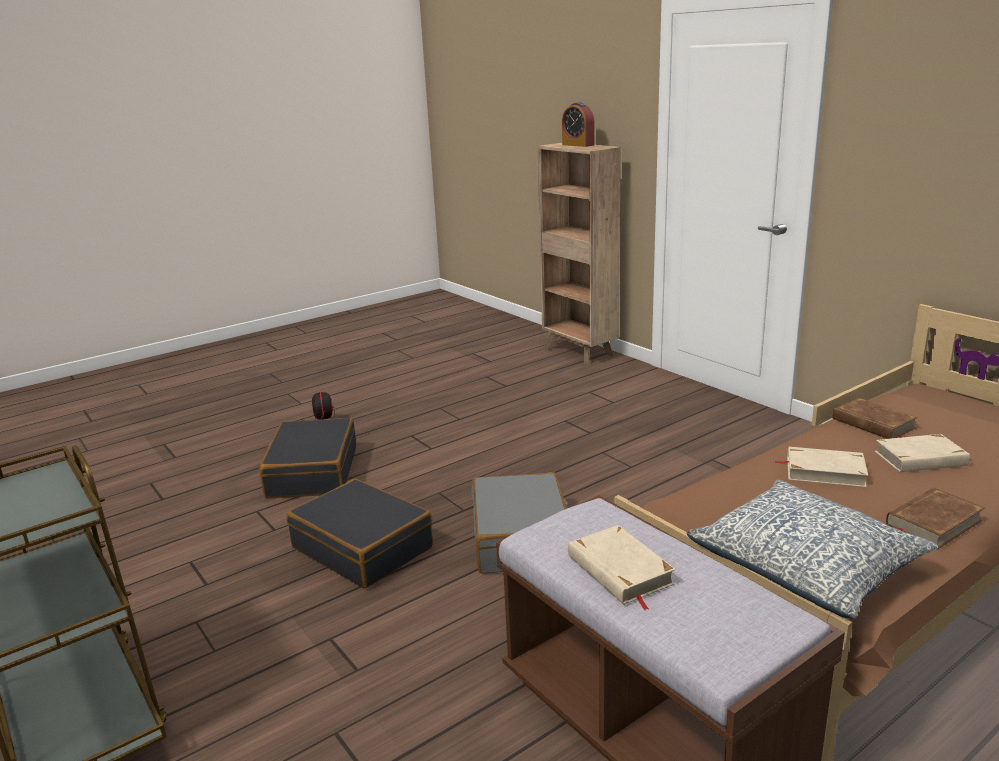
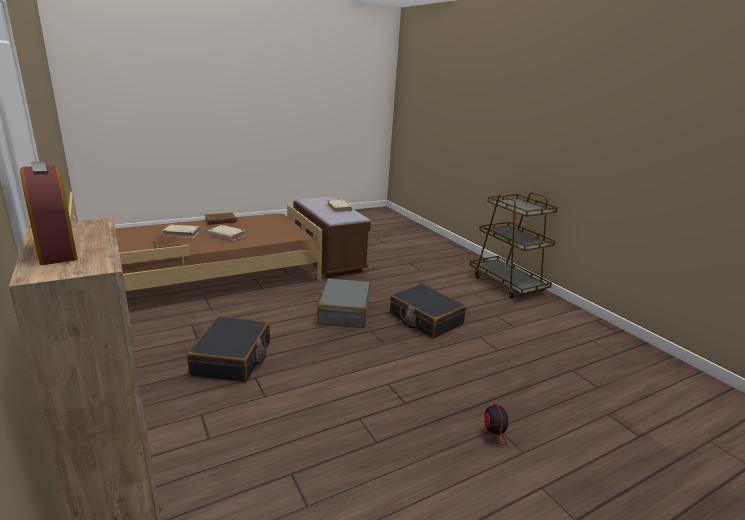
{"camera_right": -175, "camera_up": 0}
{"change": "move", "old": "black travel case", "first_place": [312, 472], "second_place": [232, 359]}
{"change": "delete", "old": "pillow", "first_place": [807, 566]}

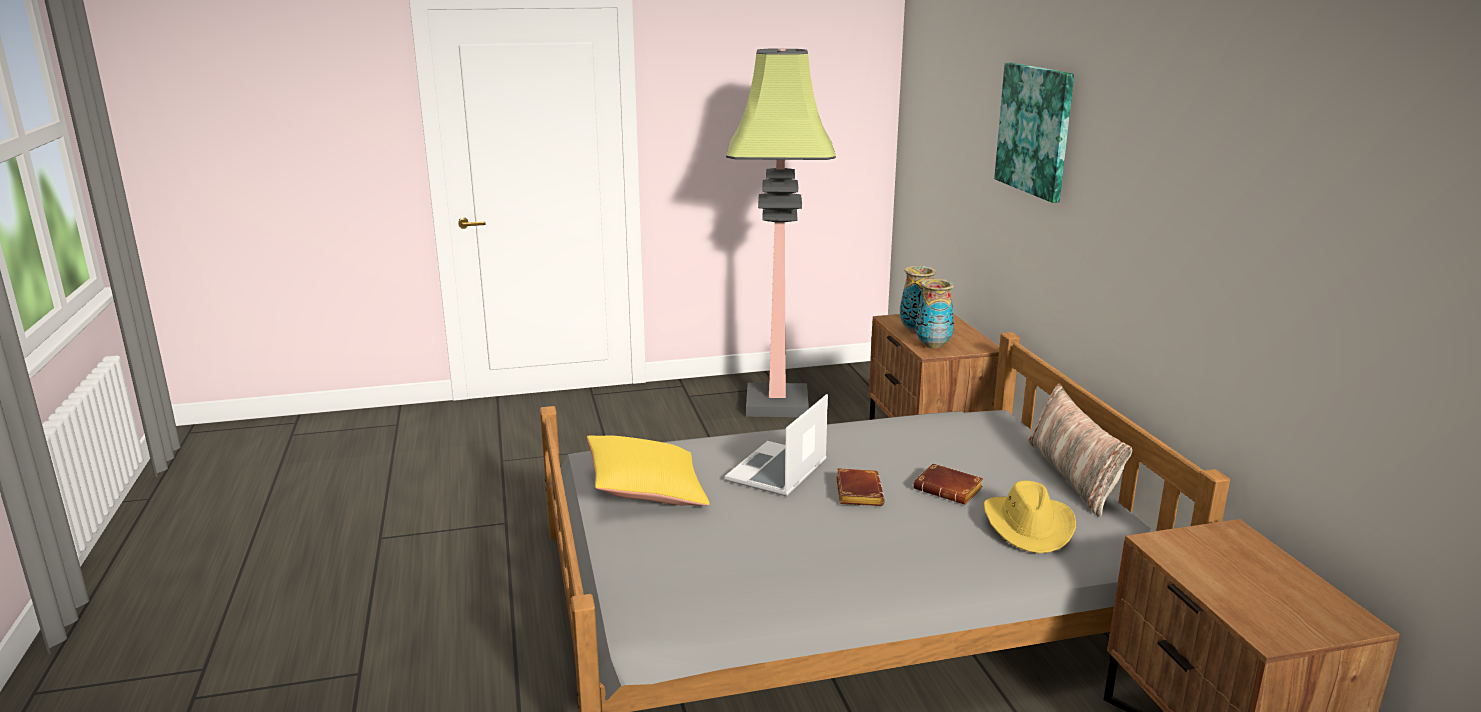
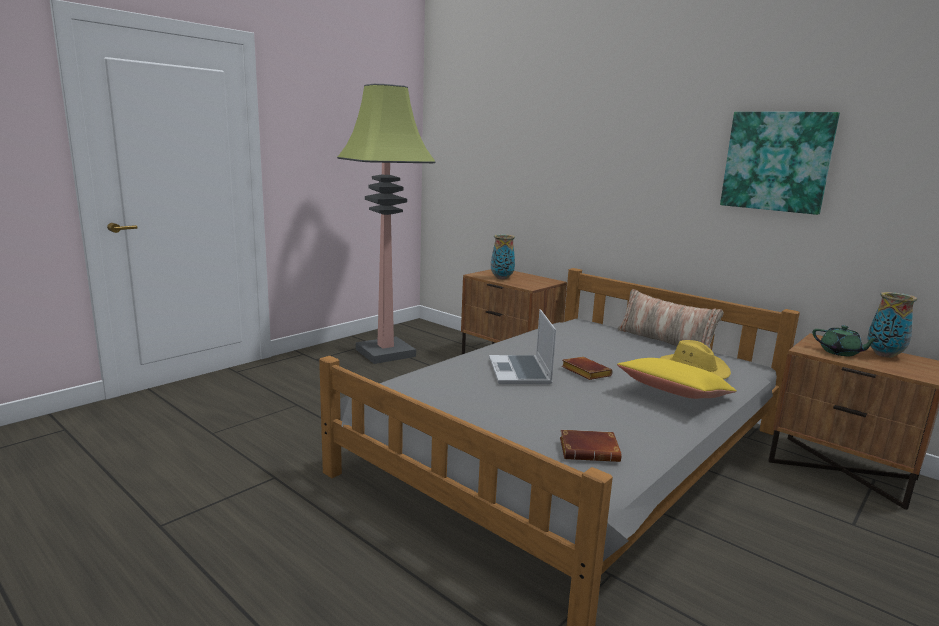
{"camera_right": -35, "camera_up": -5}
{"change": "move", "old": "yellowish pillow", "first_place": [646, 490], "second_place": [674, 395]}
{"change": "move", "old": "brown-coloured bound book", "first_place": [950, 489], "second_place": [590, 451]}
{"change": "move", "old": "decorative vase", "first_place": [932, 345], "second_place": [883, 355]}
{"change": "move", "old": "picture", "first_place": [1035, 130], "second_place": [777, 161]}
{"change": "insert", "new": "greenish teapot", "second_place": [840, 352]}

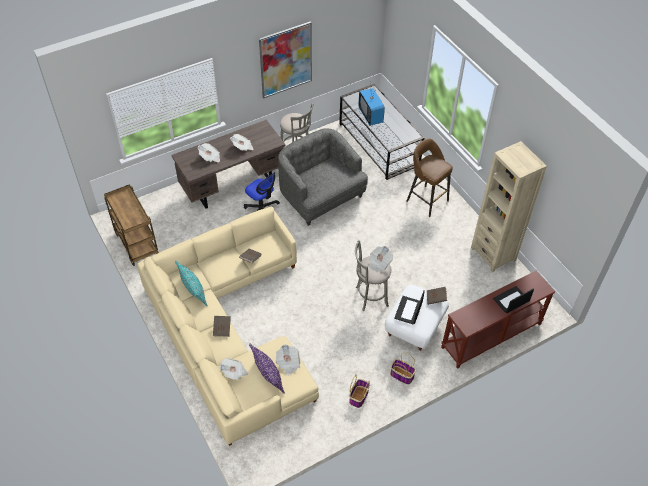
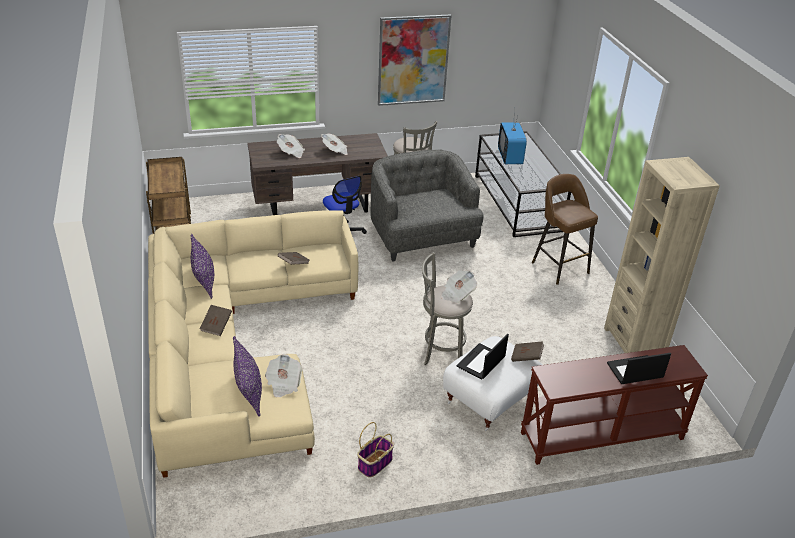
{"camera_right": 15, "camera_up": -15}
{"change": "recolor", "old": "turquoise-coloured pillow", "new": "purple-coloured pillow", "first_place": [193, 290], "second_place": [204, 279]}
{"change": "delete", "old": "daily paper", "first_place": [234, 372]}
{"change": "delete", "old": "basket", "first_place": [401, 375]}

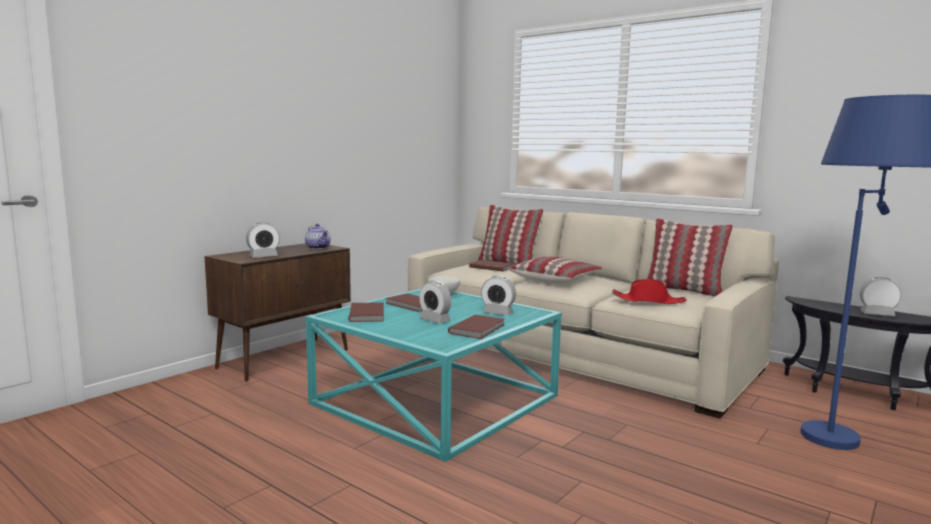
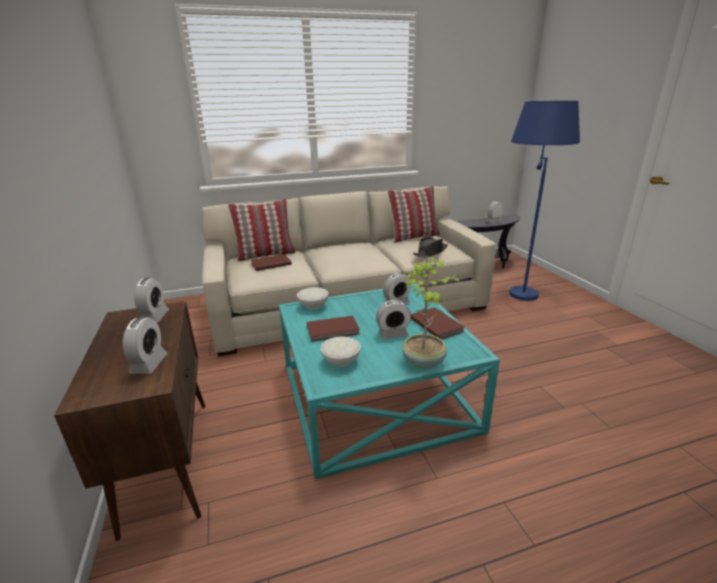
{"camera_right": -55, "camera_up": 15}
{"change": "replace", "old": "teapot", "new": "table clock", "first_place": [318, 248], "second_place": [155, 317]}
{"change": "replace", "old": "brown-coloured bound book", "new": "whitish deep dish", "first_place": [368, 314], "second_place": [341, 361]}
{"change": "delete", "old": "pillow", "first_place": [555, 279]}
{"change": "recolor", "old": "red-coloured clothing hat", "new": "black clothing hat", "first_place": [648, 301], "second_place": [430, 253]}
{"change": "insert", "new": "plant in a pot", "second_place": [424, 361]}

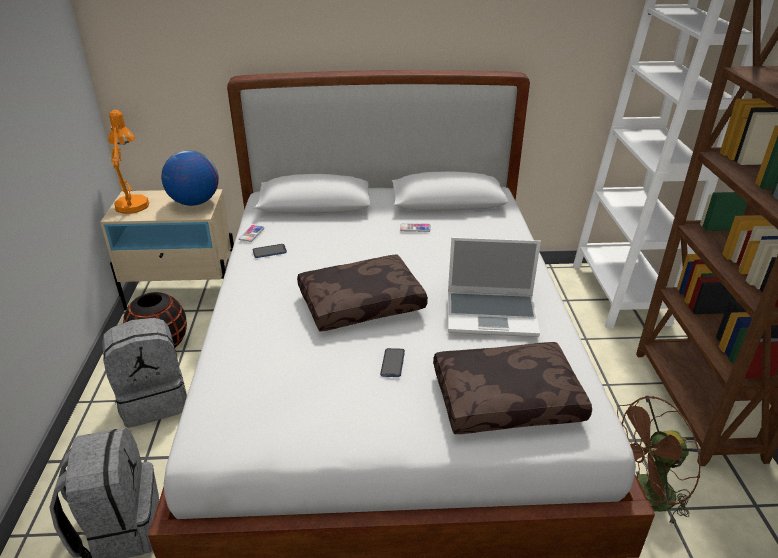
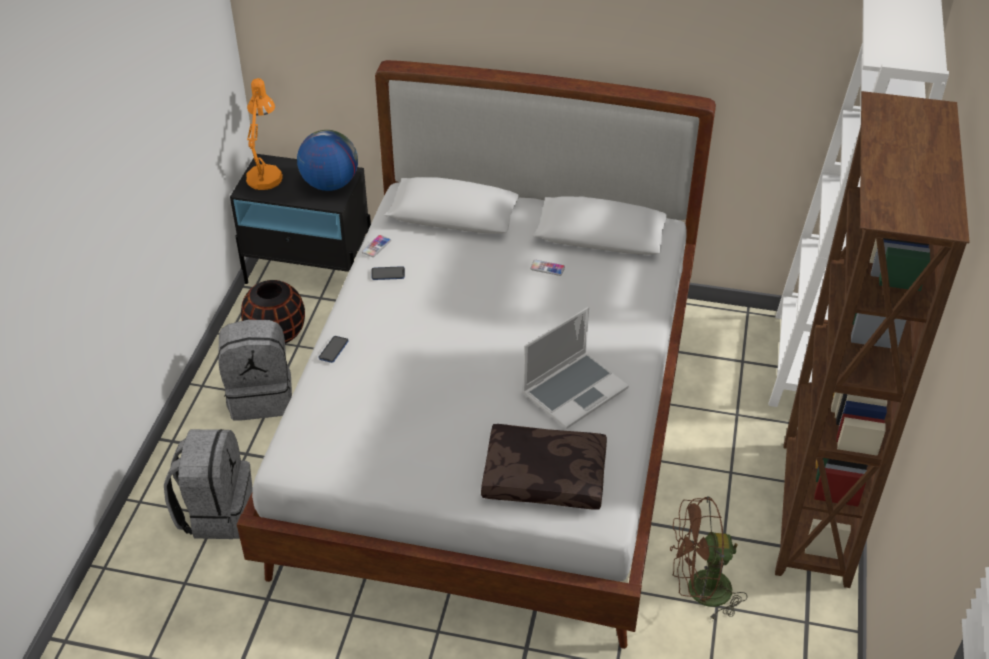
{"camera_right": 15, "camera_up": 10}
{"change": "recolor", "old": "sand-coloured night table", "new": "black night table", "first_place": [184, 293], "second_place": [310, 272]}
{"change": "delete", "old": "brown-coloured pillow", "first_place": [361, 302]}
{"change": "move", "old": "handset", "first_place": [392, 363], "second_place": [333, 350]}
{"change": "rotate", "old": "laptop", "first_place": [492, 314], "second_place": [575, 390], "degrees": -60}

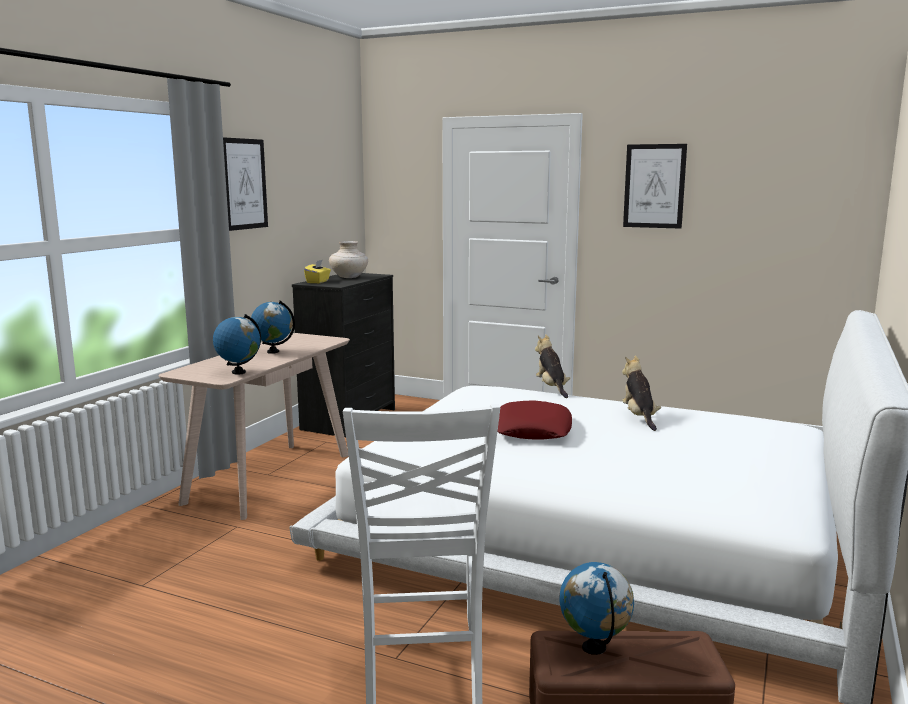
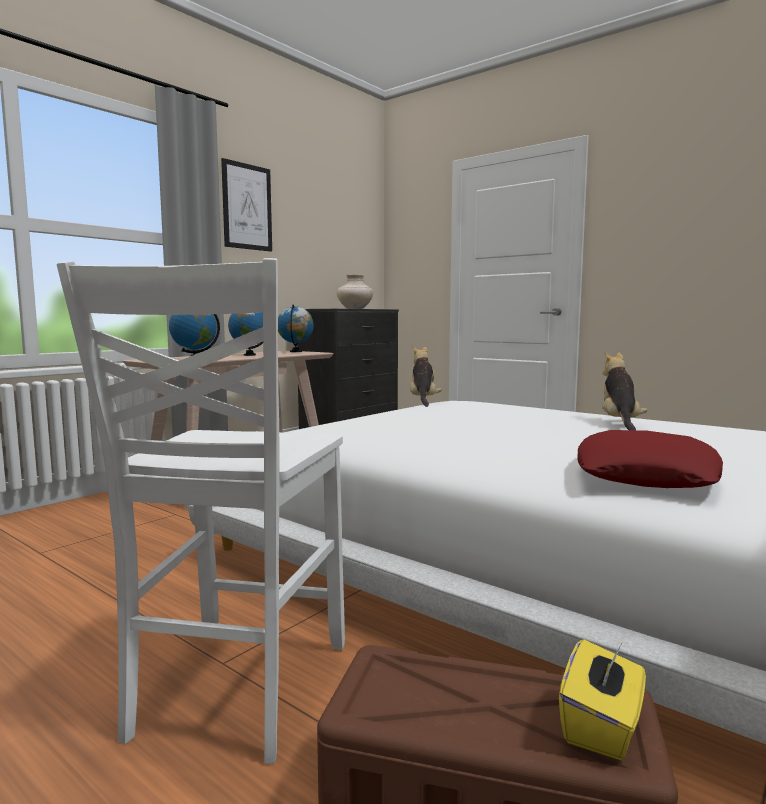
{"camera_right": 15, "camera_up": -5}
{"change": "move", "old": "yellowish tissue box", "first_place": [318, 282], "second_place": [602, 726]}
{"change": "move", "old": "red-coloured pillow", "first_place": [533, 430], "second_place": [646, 475]}
{"change": "move", "old": "plush toy", "first_place": [552, 388], "second_place": [423, 401]}
{"change": "move", "old": "desk globe", "first_place": [594, 648], "second_place": [296, 351]}
{"change": "delete", "old": "picture", "first_place": [654, 186]}

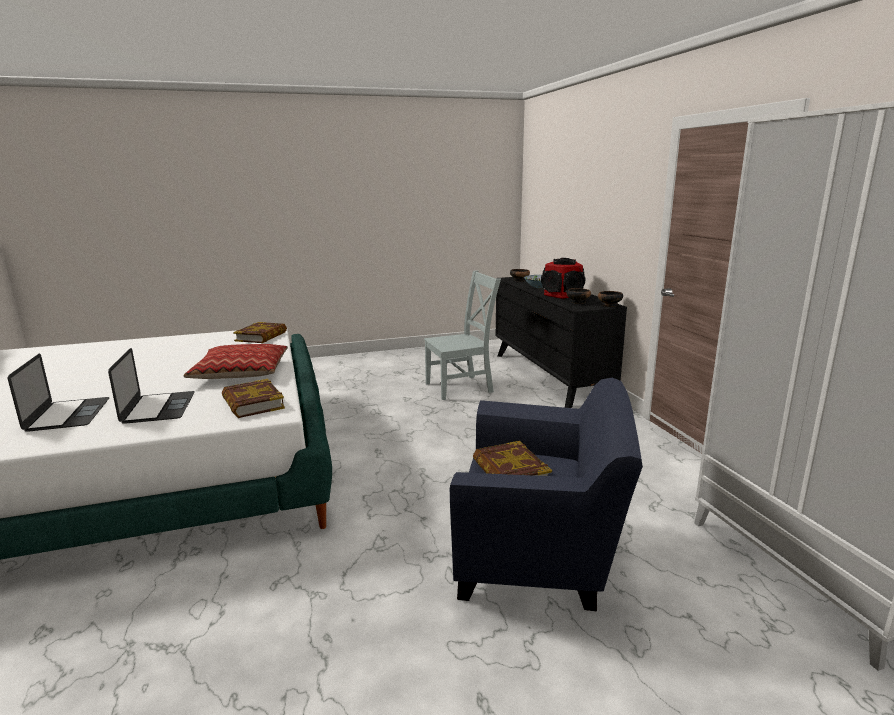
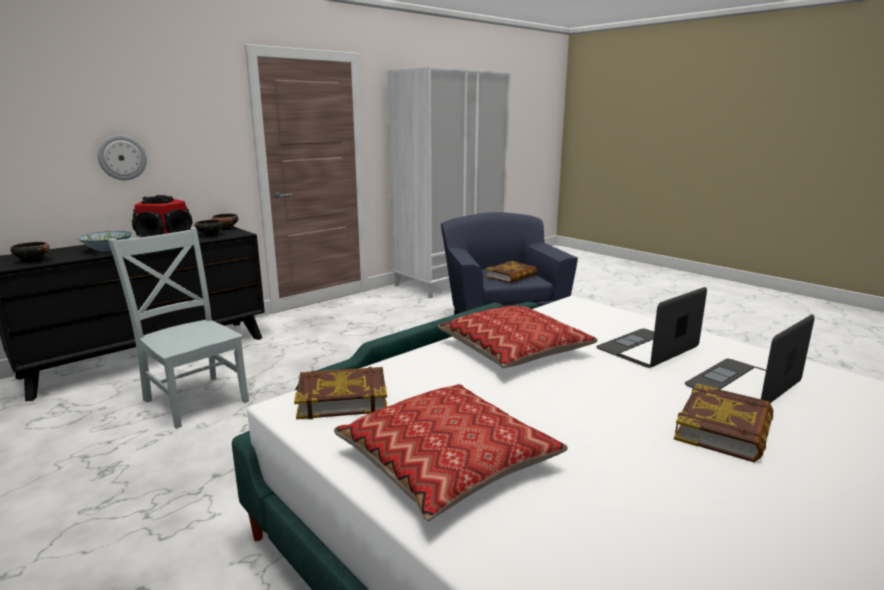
{"camera_right": -115, "camera_up": 0}
{"change": "move", "old": "bound book", "first_place": [252, 403], "second_place": [724, 429]}
{"change": "insert", "new": "hanging clock", "second_place": [122, 157]}
{"change": "insert", "new": "pillow", "second_place": [447, 462]}

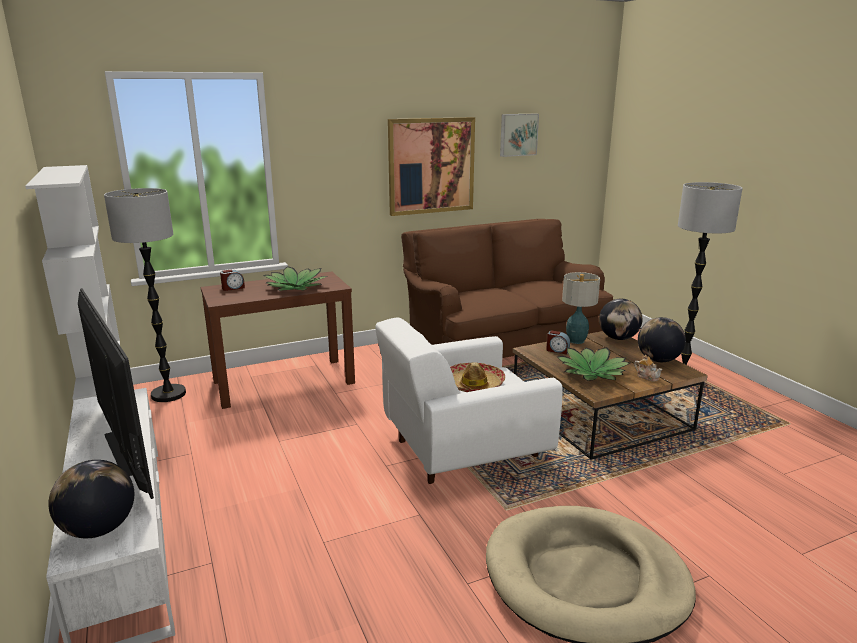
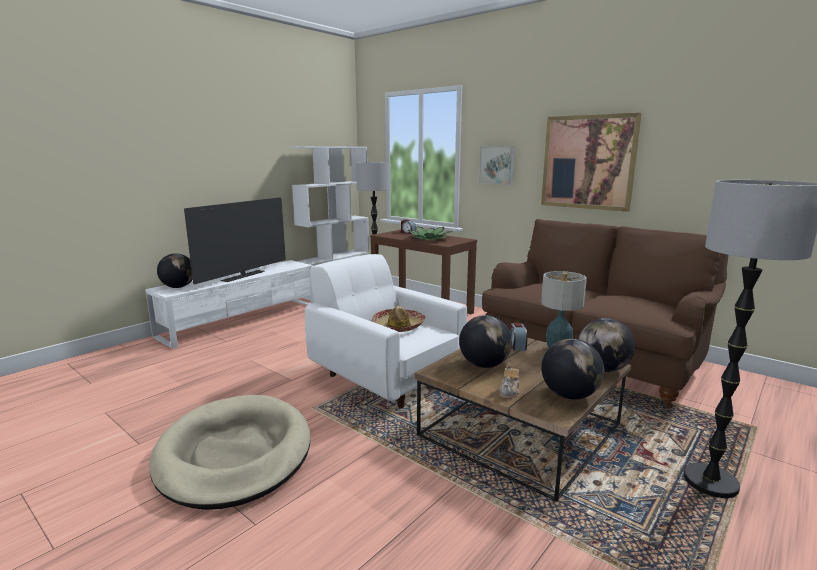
{"camera_right": 65, "camera_up": -5}
{"change": "move", "old": "picture", "first_place": [518, 134], "second_place": [497, 165]}
{"change": "replace", "old": "plant in a pot", "new": "desk globe", "first_place": [592, 372], "second_place": [484, 365]}

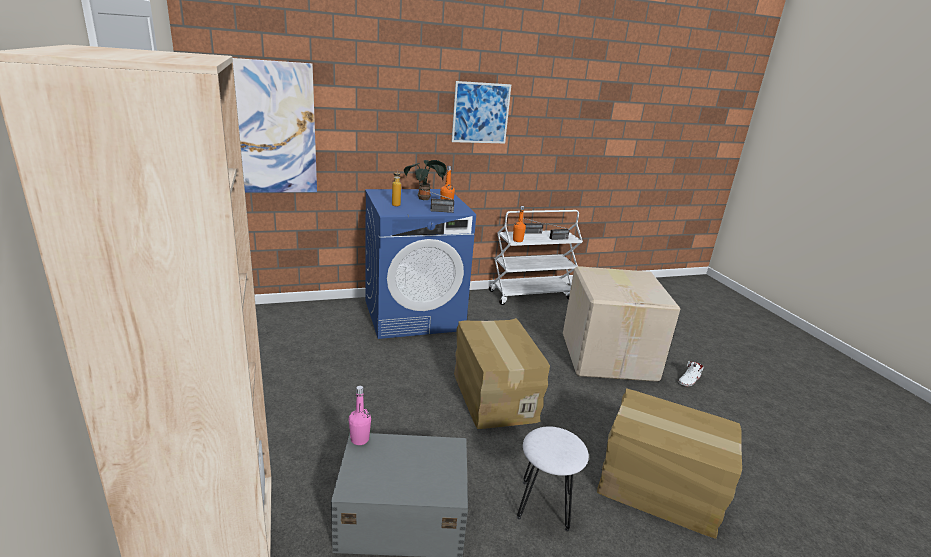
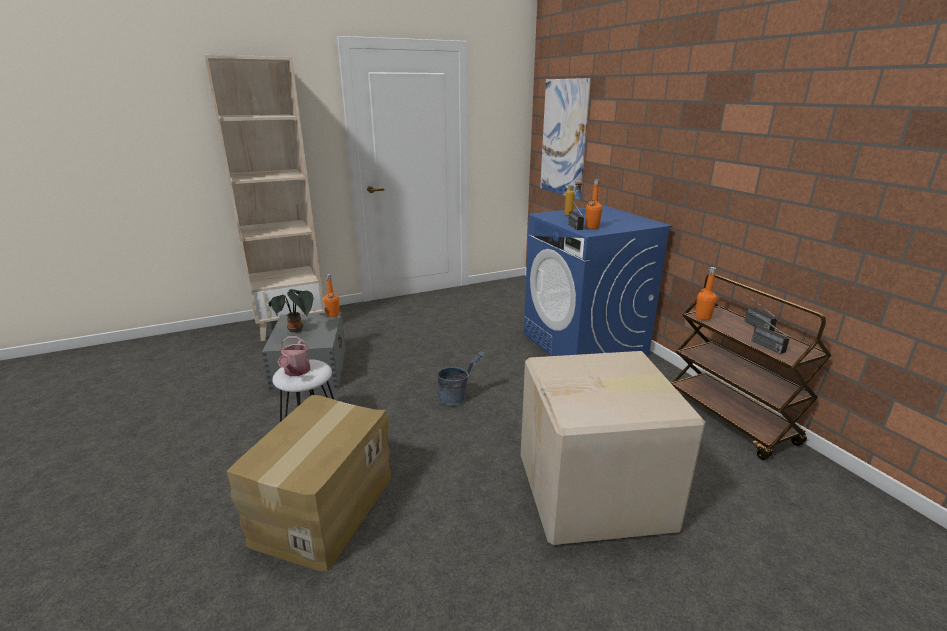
{"camera_right": 85, "camera_up": 0}
{"change": "recolor", "old": "pink bottle", "new": "orange-coloured bottle", "first_place": [360, 439], "second_place": [333, 314]}
{"change": "move", "old": "plant in a pot", "first_place": [425, 199], "second_place": [297, 331]}
{"change": "delete", "old": "picture", "first_place": [481, 113]}
{"change": "replace", "old": "cardboard box", "new": "greyish pail", "first_place": [493, 396], "second_place": [457, 397]}
{"change": "recolor", "old": "whitish cart", "new": "brown-coloured cart", "first_place": [531, 294], "second_place": [730, 419]}
{"change": "delete", "old": "whitish item of footwear", "first_place": [689, 380]}
{"change": "insert", "new": "sprinkling can", "second_place": [296, 372]}

